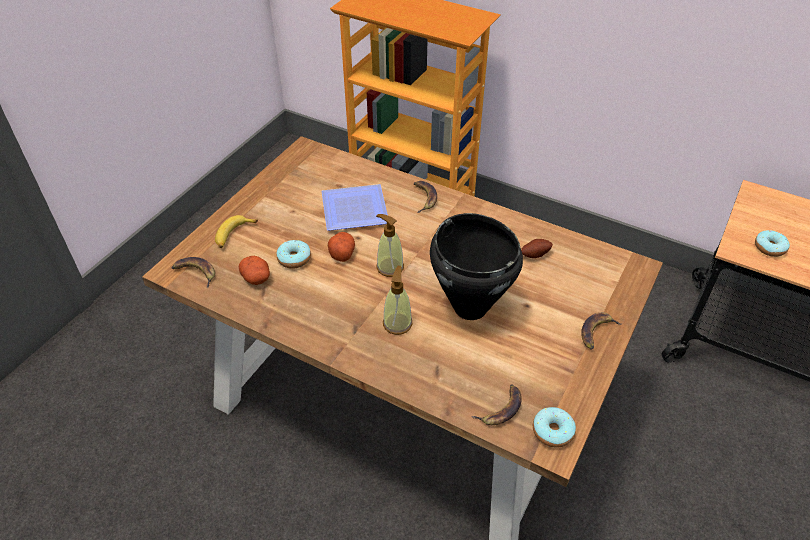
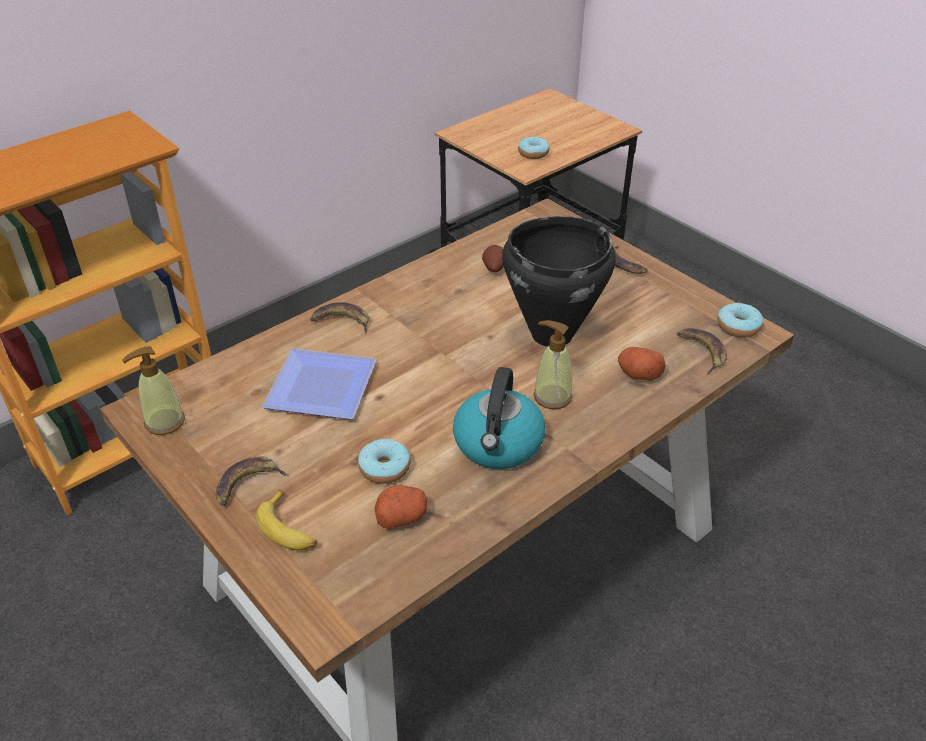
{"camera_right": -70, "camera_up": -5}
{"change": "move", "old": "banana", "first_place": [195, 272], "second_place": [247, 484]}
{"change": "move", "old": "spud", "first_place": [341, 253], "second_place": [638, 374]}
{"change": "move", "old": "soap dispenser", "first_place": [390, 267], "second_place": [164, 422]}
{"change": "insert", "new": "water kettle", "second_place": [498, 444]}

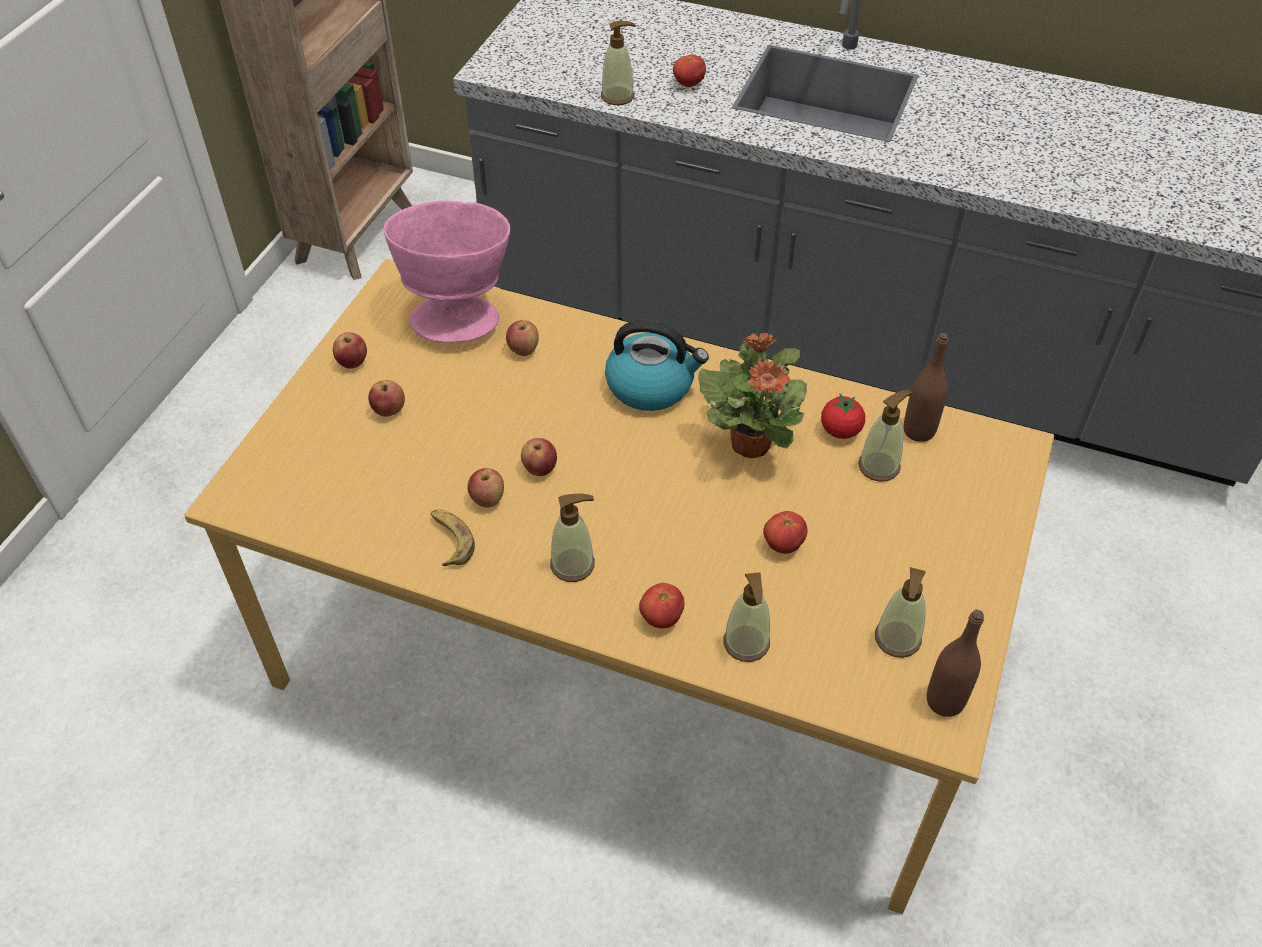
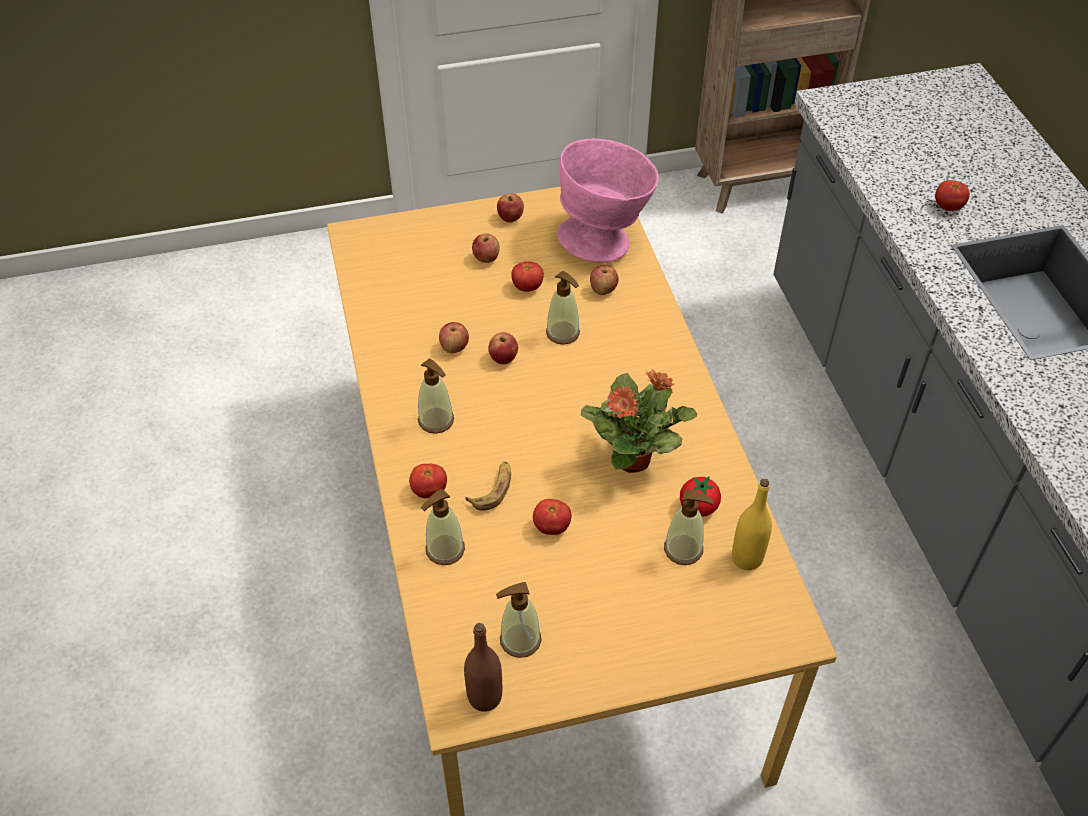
{"camera_right": 55, "camera_up": 0}
{"change": "move", "old": "banana", "first_place": [450, 540], "second_place": [493, 489]}
{"change": "move", "old": "soap dispenser", "first_place": [618, 96], "second_place": [563, 333]}
{"change": "delete", "old": "water kettle", "first_place": [651, 385]}
{"change": "recolor", "old": "brown-coloured bottle", "new": "yellowish bottle", "first_place": [919, 431], "second_place": [747, 558]}
{"change": "insert", "new": "whole tomato", "second_place": [527, 287]}

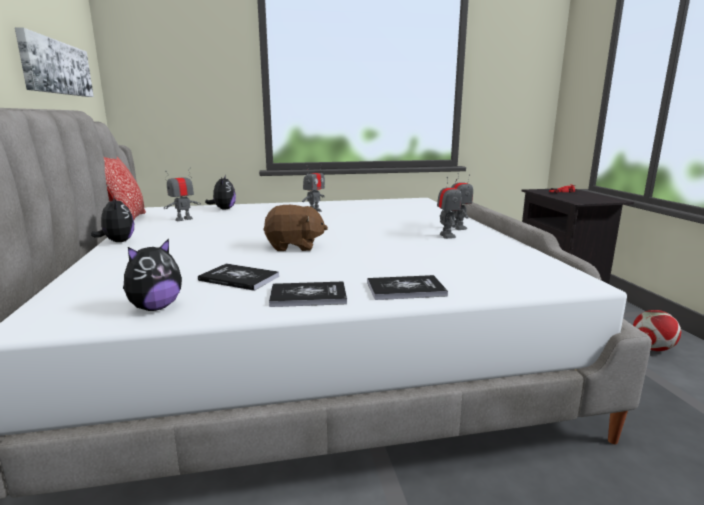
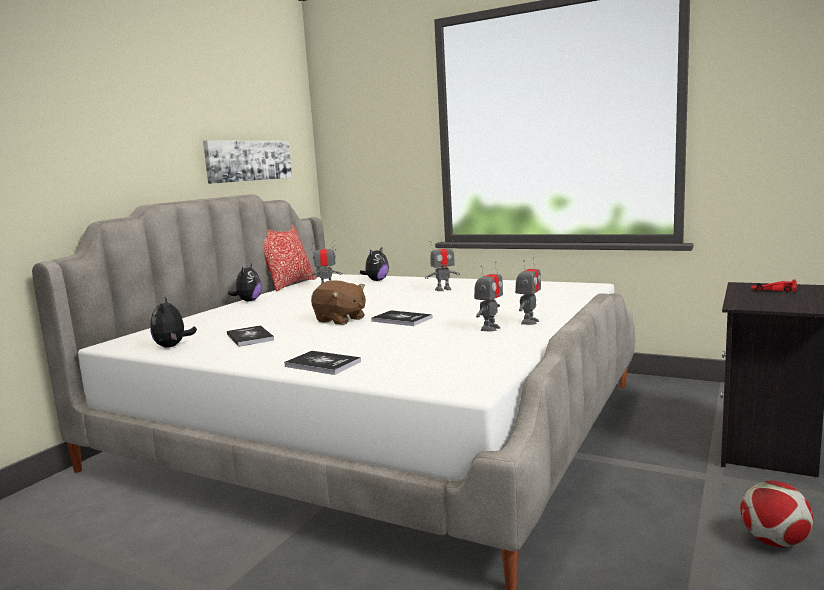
{"camera_right": 40, "camera_up": -5}
{"change": "rotate", "old": "plush toy", "first_place": [155, 307], "second_place": [172, 346], "degrees": 90}
{"change": "move", "old": "bound book", "first_place": [308, 296], "second_place": [401, 319]}

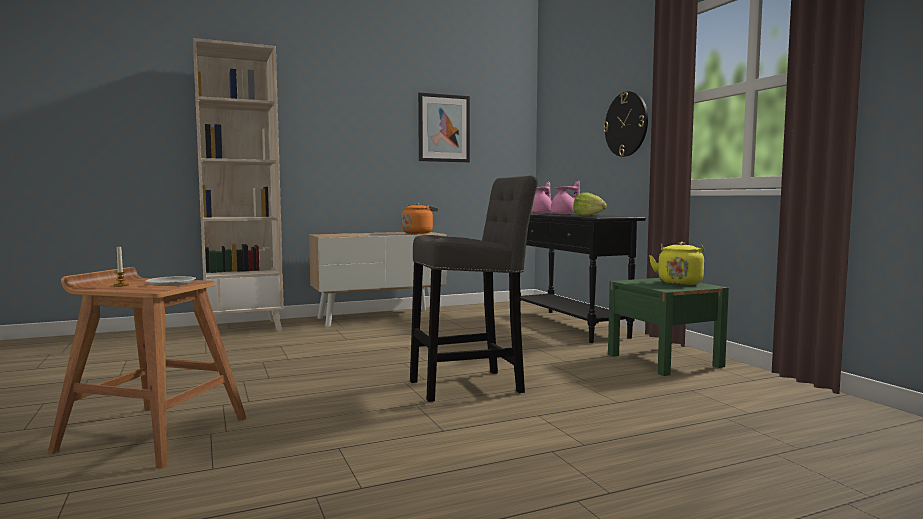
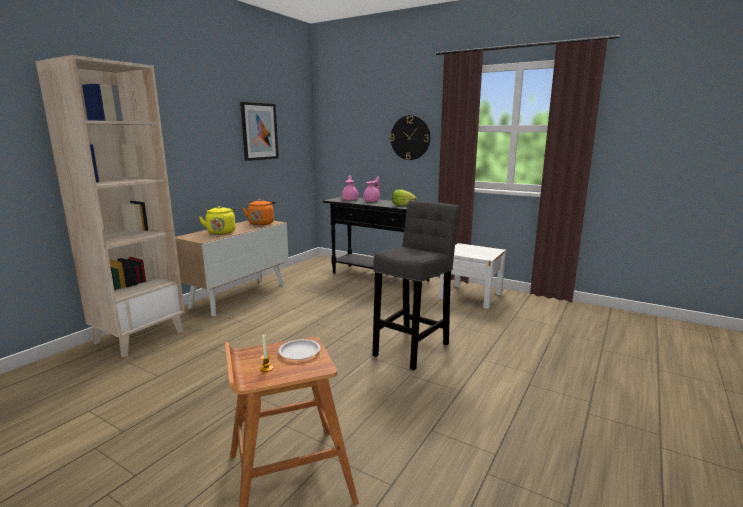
{"camera_right": -35, "camera_up": 10}
{"change": "recolor", "old": "greenish night table", "new": "whitish night table", "first_place": [664, 360], "second_place": [470, 296]}
{"change": "move", "old": "yellowish water kettle", "first_place": [679, 283], "second_place": [221, 232]}

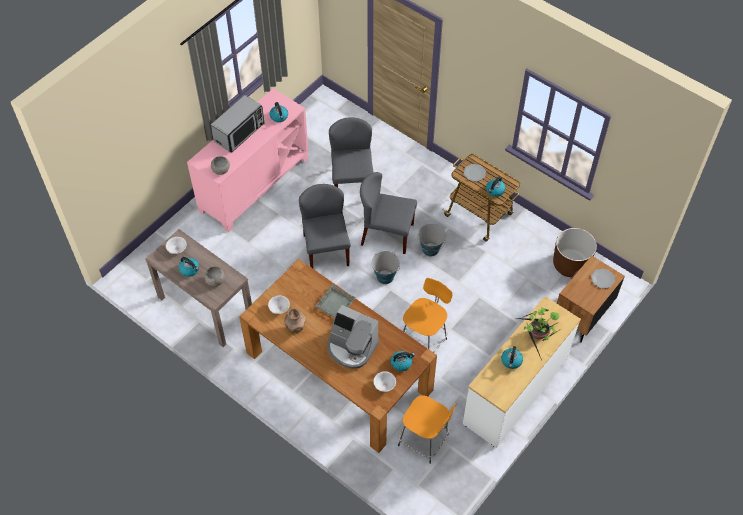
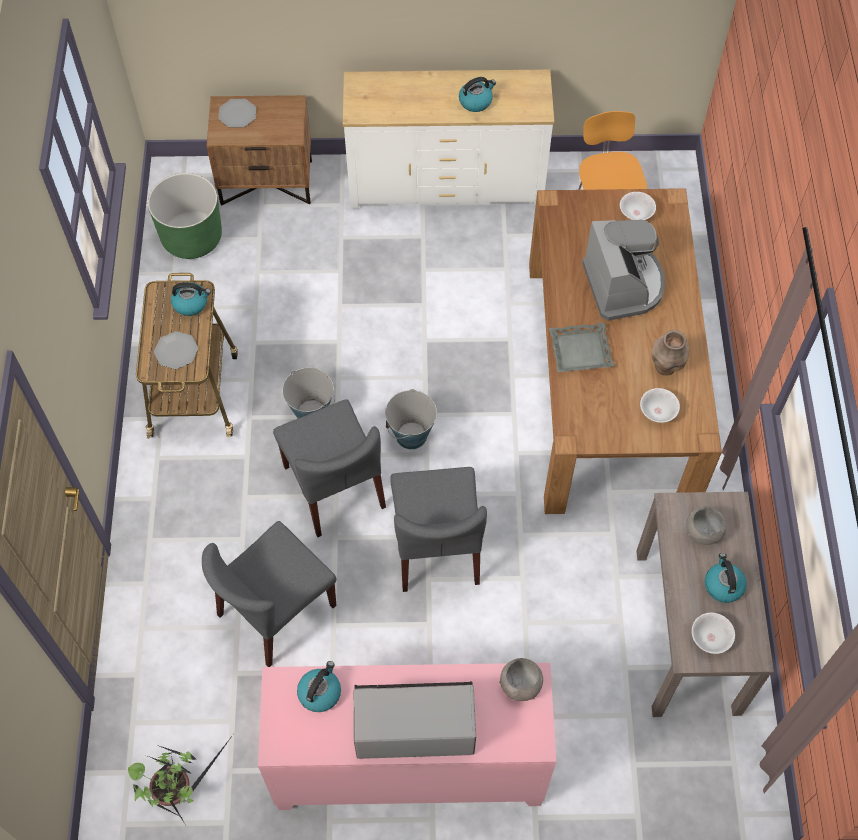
{"camera_right": -130, "camera_up": 5}
{"change": "rotate", "old": "greyish plain chair", "first_place": [326, 250], "second_place": [436, 547], "degrees": -45}
{"change": "delete", "old": "water kettle", "first_place": [401, 363]}
{"change": "delete", "old": "orange-coloured sitting stool", "first_place": [424, 341]}
{"change": "move", "old": "plant in a pot", "first_place": [538, 335], "second_place": [175, 788]}
{"change": "recolor", "old": "brown-coloured flower pot", "new": "greenish flower pot", "first_place": [570, 264], "second_place": [192, 237]}

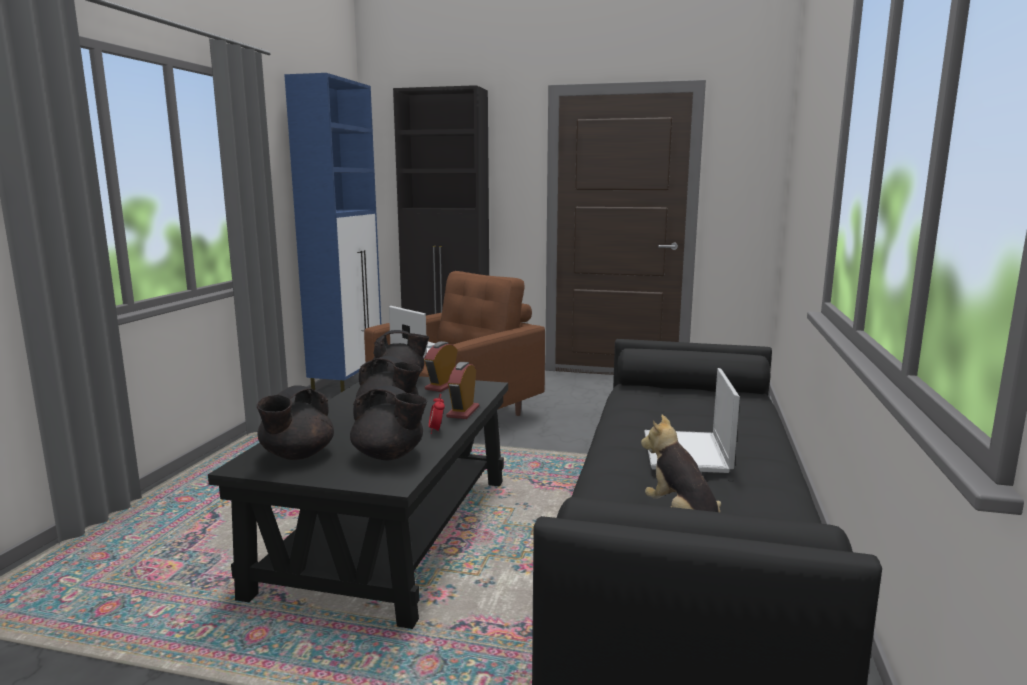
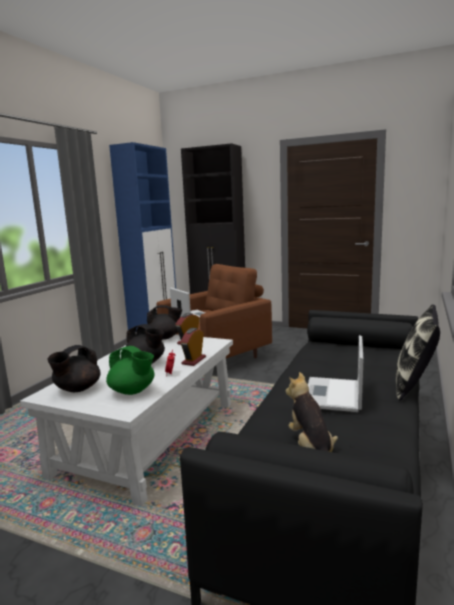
{"camera_right": 10, "camera_up": 0}
{"change": "recolor", "old": "black lounge table", "new": "whitish lounge table", "first_place": [391, 533], "second_place": [150, 437]}
{"change": "recolor", "old": "black teapot", "new": "greenish teapot", "first_place": [389, 456], "second_place": [133, 391]}
{"change": "insert", "new": "pillow", "second_place": [414, 385]}

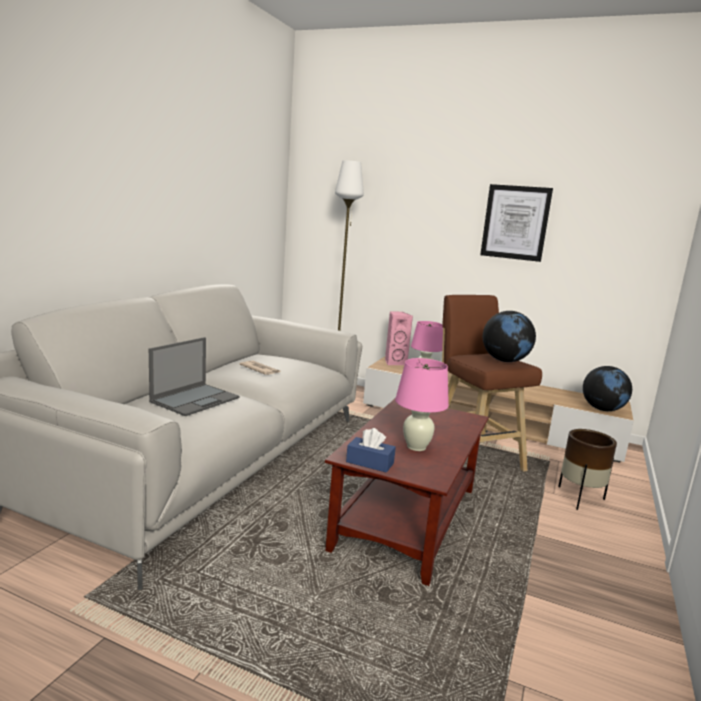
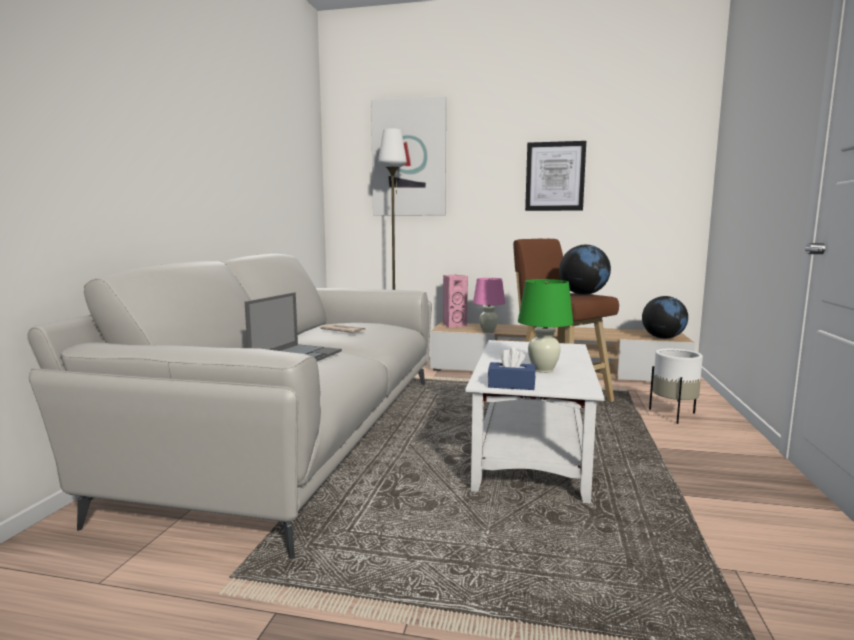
{"camera_right": -10, "camera_up": -5}
{"change": "recolor", "old": "brown-coloured lounge table", "new": "whitish lounge table", "first_place": [406, 517], "second_place": [531, 452]}
{"change": "recolor", "old": "pink tabletop lamp", "new": "greenish tabletop lamp", "first_place": [416, 447], "second_place": [543, 370]}
{"change": "recolor", "old": "brown-coloured flower pot", "new": "whitish flower pot", "first_place": [580, 498], "second_place": [674, 415]}
{"change": "insert", "new": "picture", "second_place": [409, 158]}

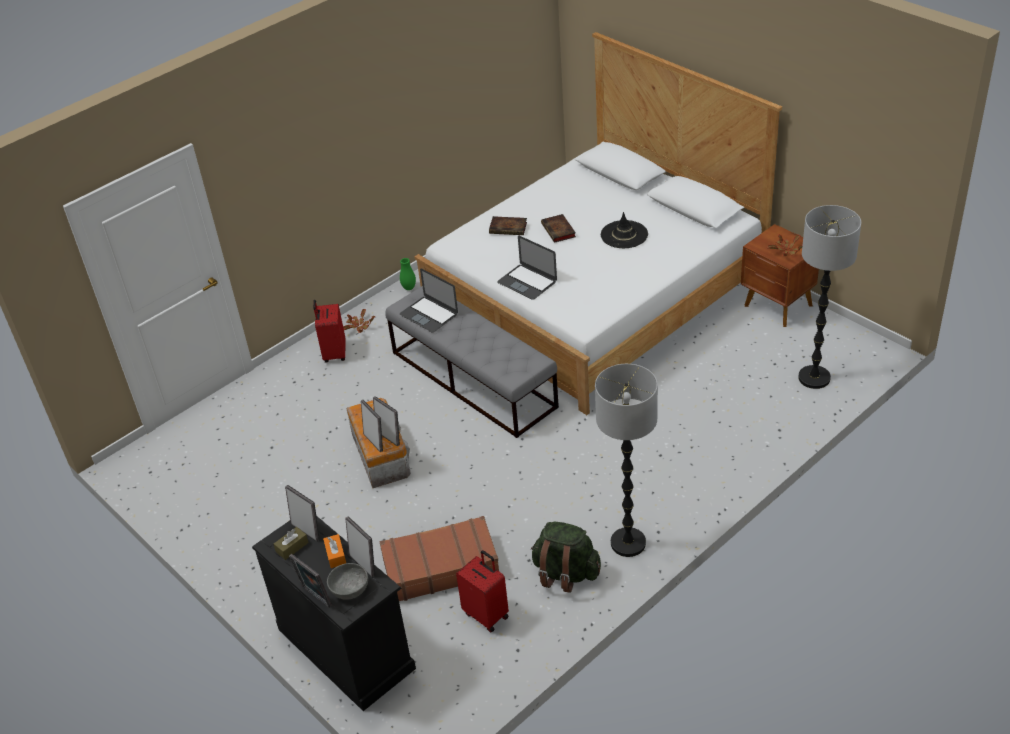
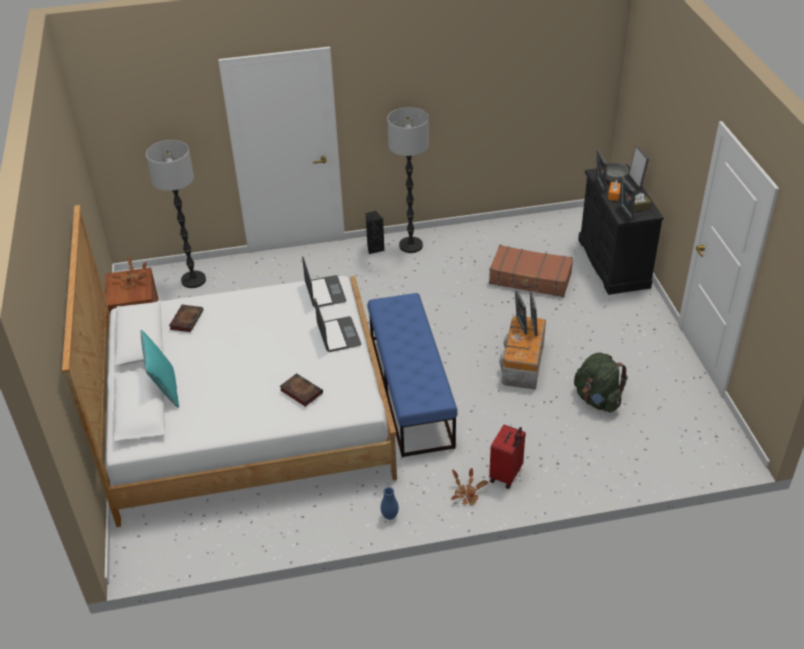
{"camera_right": -150, "camera_up": 0}
{"change": "recolor", "old": "greyish long seat", "new": "blue long seat", "first_place": [473, 380], "second_place": [410, 390]}
{"change": "recolor", "old": "greenish decorative vase", "new": "blue decorative vase", "first_place": [409, 288], "second_place": [390, 516]}
{"change": "move", "old": "laptop", "first_place": [429, 314], "second_place": [325, 292]}
{"change": "delete", "old": "red-coloured travel case", "first_place": [487, 614]}
{"change": "move", "old": "greenish knapsack", "first_place": [565, 573], "second_place": [597, 399]}
{"change": "move", "old": "bound book", "first_place": [559, 231], "second_place": [186, 319]}
{"change": "delete", "old": "black clothing hat", "first_place": [624, 235]}
{"change": "insert", "new": "turquoise-coloured pillow", "second_place": [165, 390]}
{"change": "insert", "new": "black audio speaker", "second_place": [374, 248]}

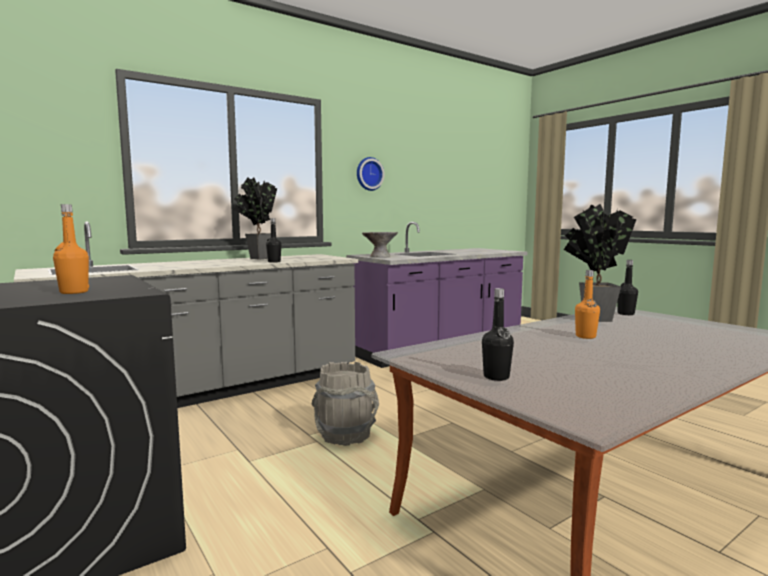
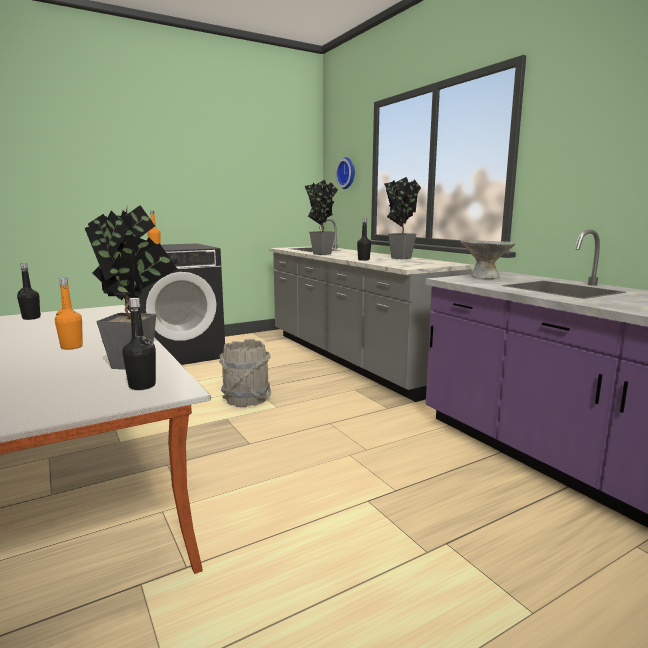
{"camera_right": 95, "camera_up": 5}
{"change": "move", "old": "hanging clock", "first_place": [368, 174], "second_place": [347, 173]}
{"change": "insert", "new": "plant in a pot", "second_place": [321, 254]}

